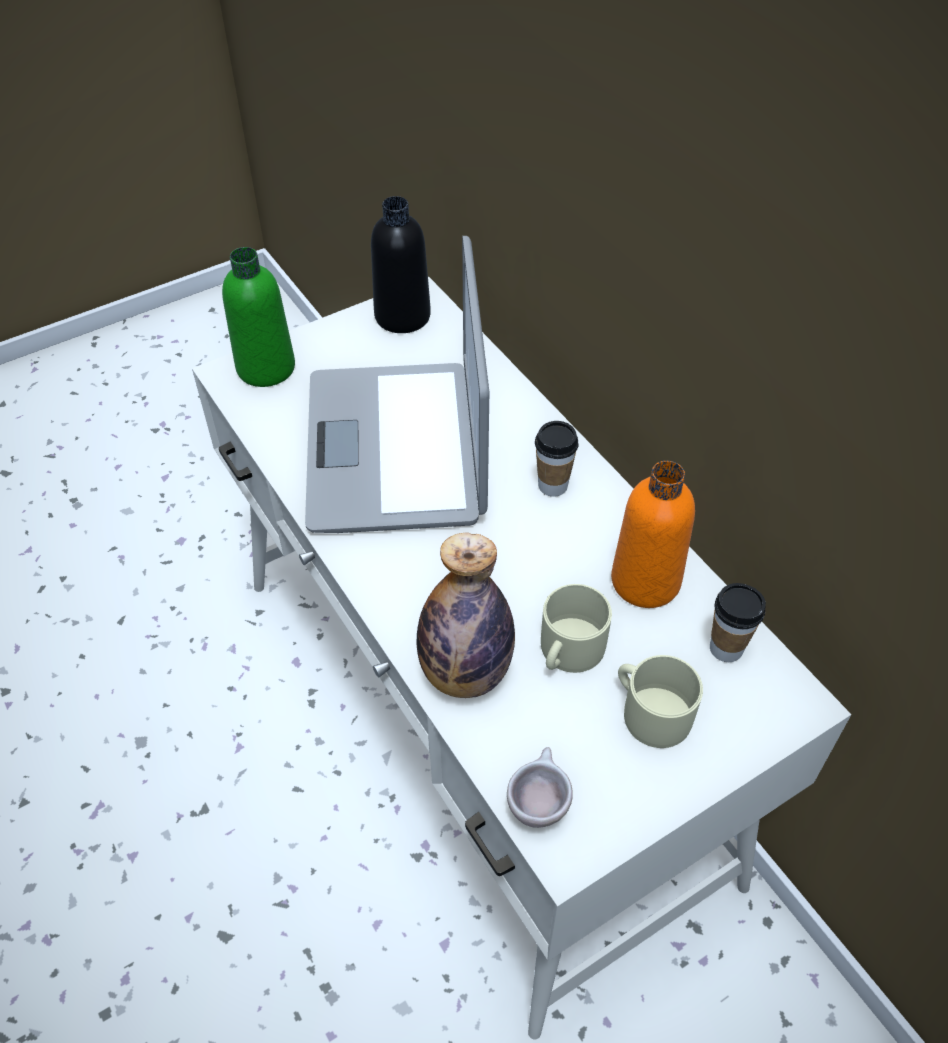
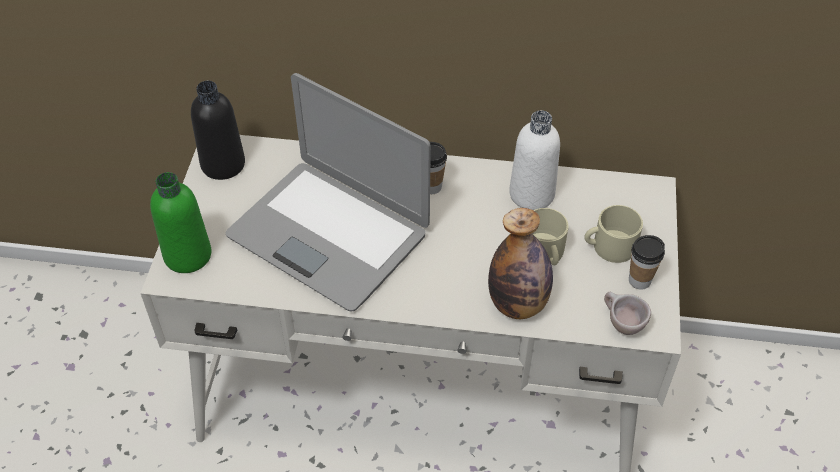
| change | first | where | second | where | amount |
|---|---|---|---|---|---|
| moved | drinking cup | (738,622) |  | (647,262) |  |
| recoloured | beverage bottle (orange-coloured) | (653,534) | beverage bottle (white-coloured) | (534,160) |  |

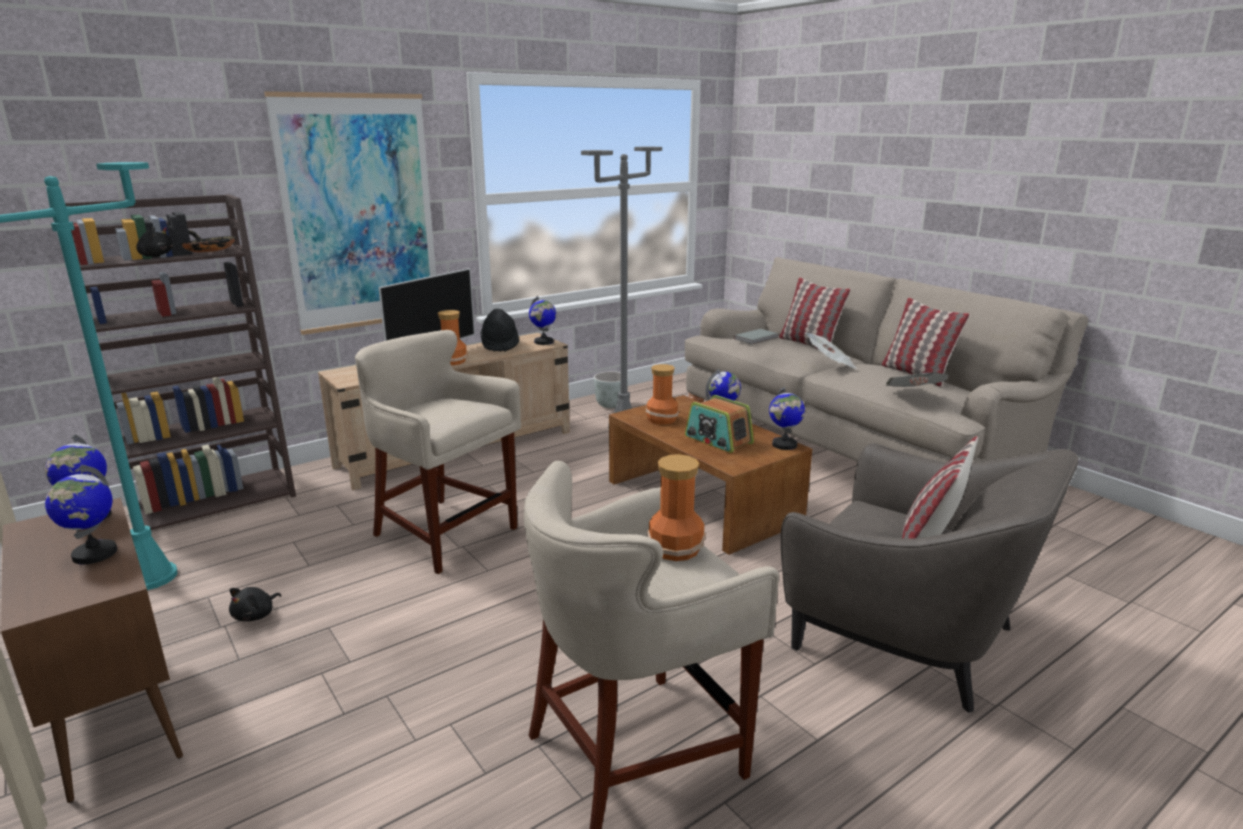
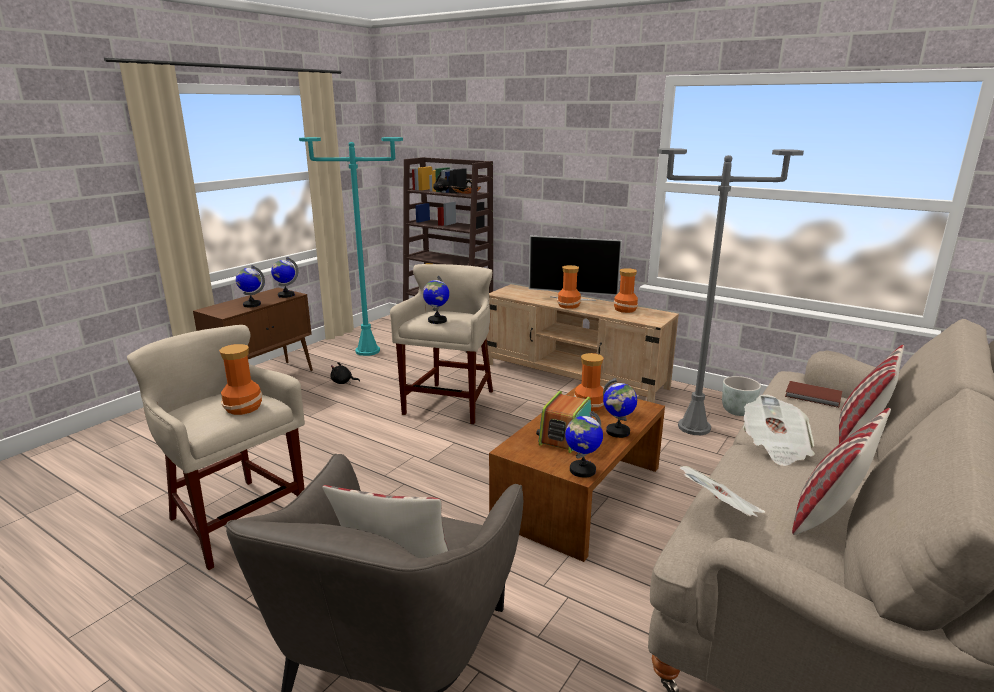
| change | first | where | second | where | amount |
|---|---|---|---|---|---|
| removed | wall art | (350,213) |  |  |  |
| moved | desk globe | (542,320) |  | (436,300) |  |
| replaced | clothing hat (black) | (499,330) | vase | (626,290) |  |
| recoloured | volume (greyish) | (756,337) | volume (brownish) | (813,394) |  |

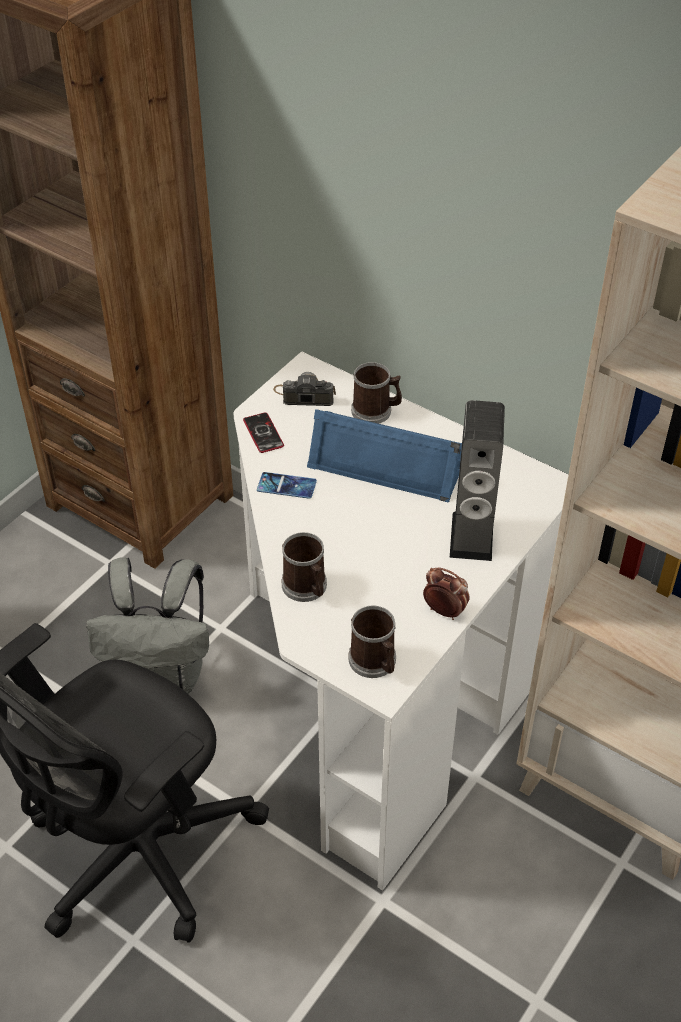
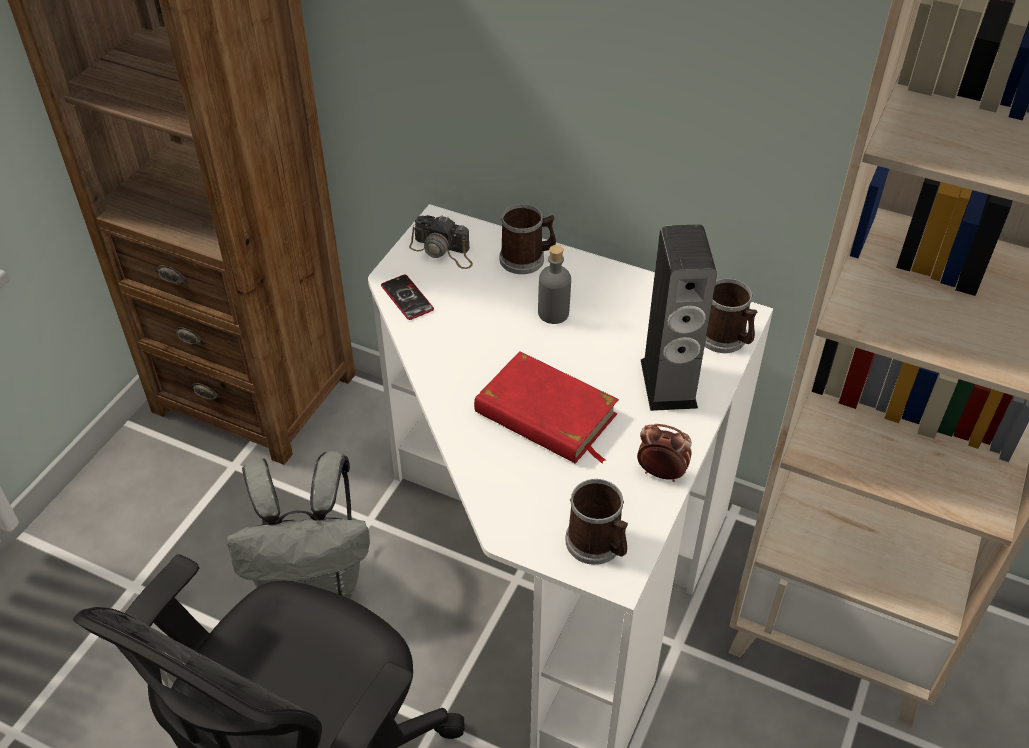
| change | first | where | second | where | amount |
|---|---|---|---|---|---|
| removed | phone | (287,485) |  |  |  |
| added |  |  | volume (reddish) | (546,407) |  |
| moved | tea mug | (304,567) |  | (731,315) |  |
| replaced | audio speaker (blue) | (384,456) | beverage bottle (greyish) | (554,284) |  |
| turned | still camera | (304,389) |  | (441,242) | 150 degrees counterclockwise |

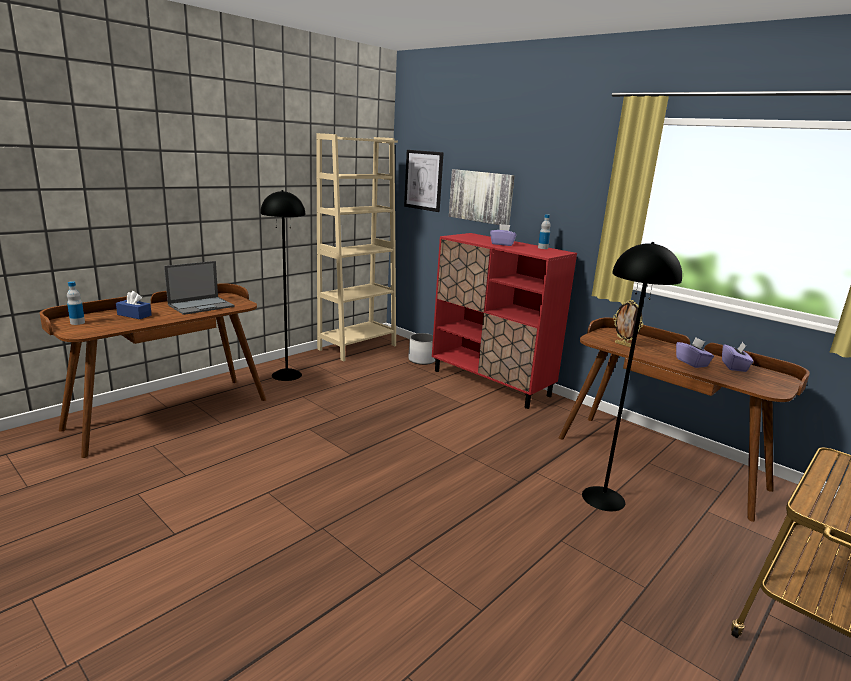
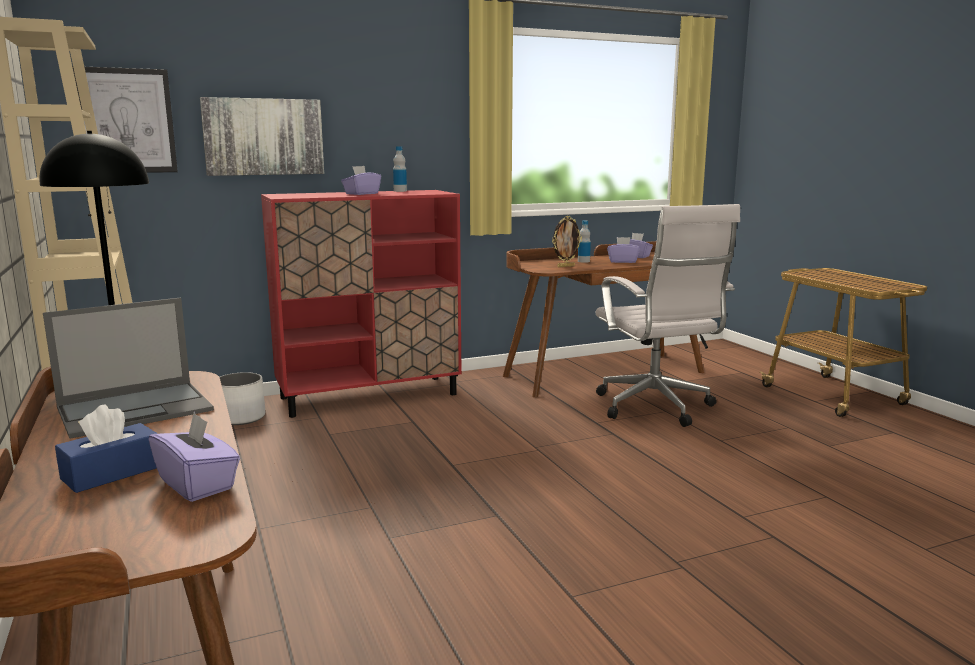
| change | first | where | second | where | amount |
|---|---|---|---|---|---|
| added |  |  | tissue holder (purple-coloured) | (194,457) |  |
| moved | beverage bottle | (76,303) |  | (584,242) |  |
| replaced | floor lamp (black) | (632,376) | computer chair (white-coloured) | (668,315) |  |
| turned | notebook computer | (199,288) |  | (128,368) | 75 degrees clockwise |

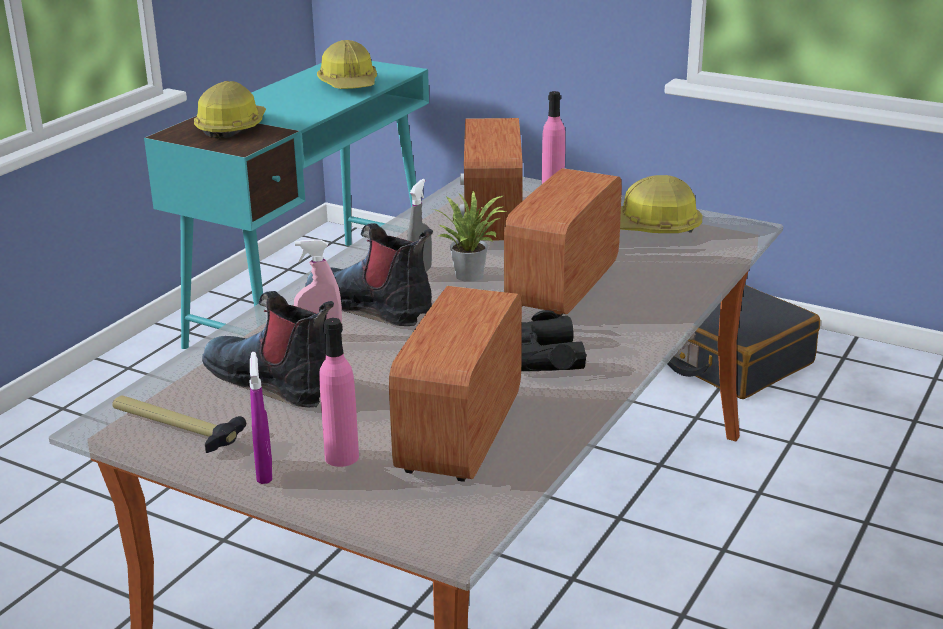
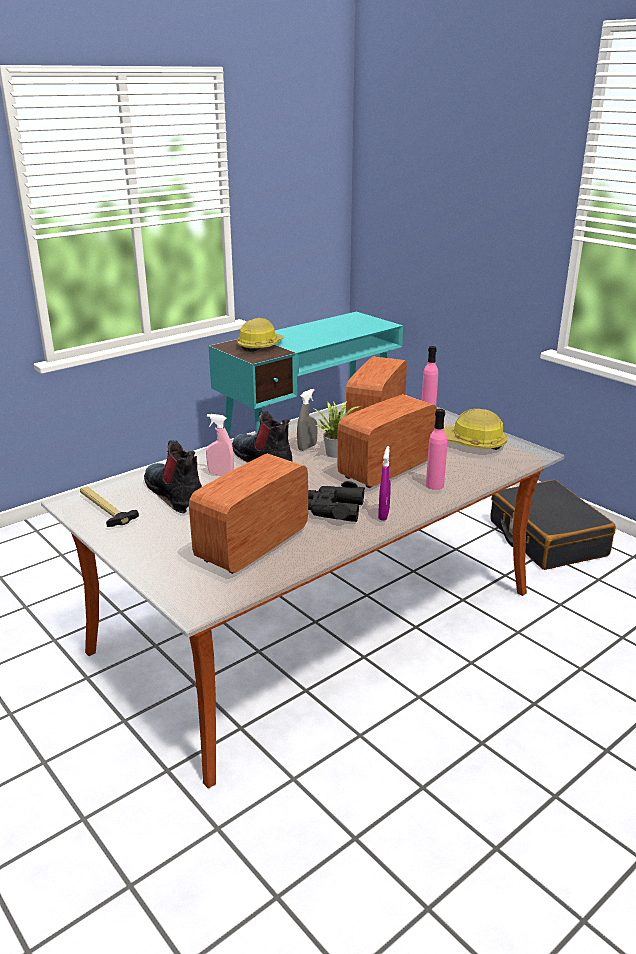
| change | first | where | second | where | amount |
|---|---|---|---|---|---|
| removed | work helmet | (347,64) |  |  |  |
| moved | sprayer (purple-coloured) | (261,418) |  | (384,483) |  |
| moved | beverage bottle (pinkish) | (339,392) |  | (436,449) |  |

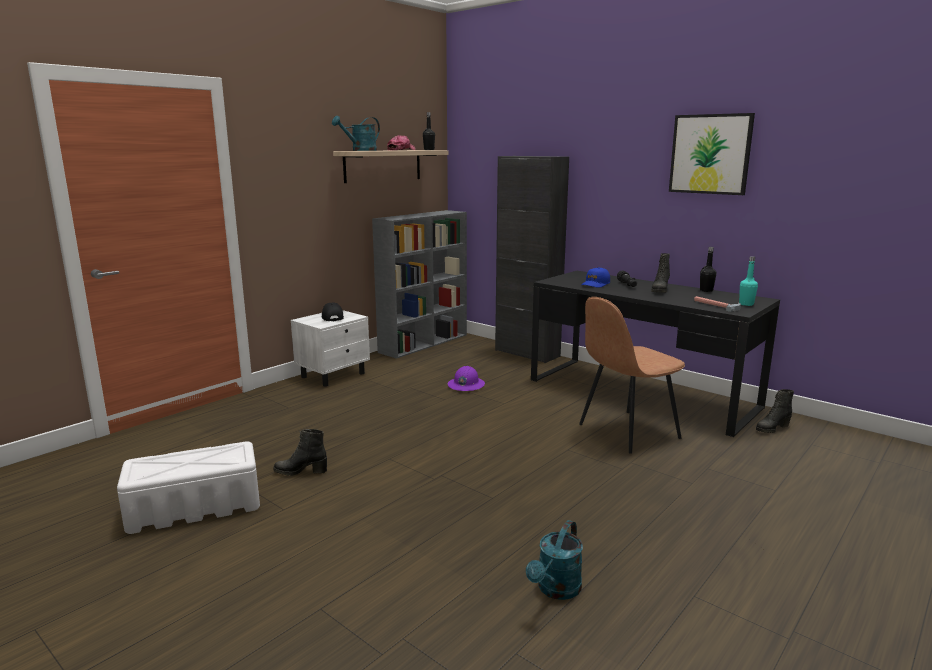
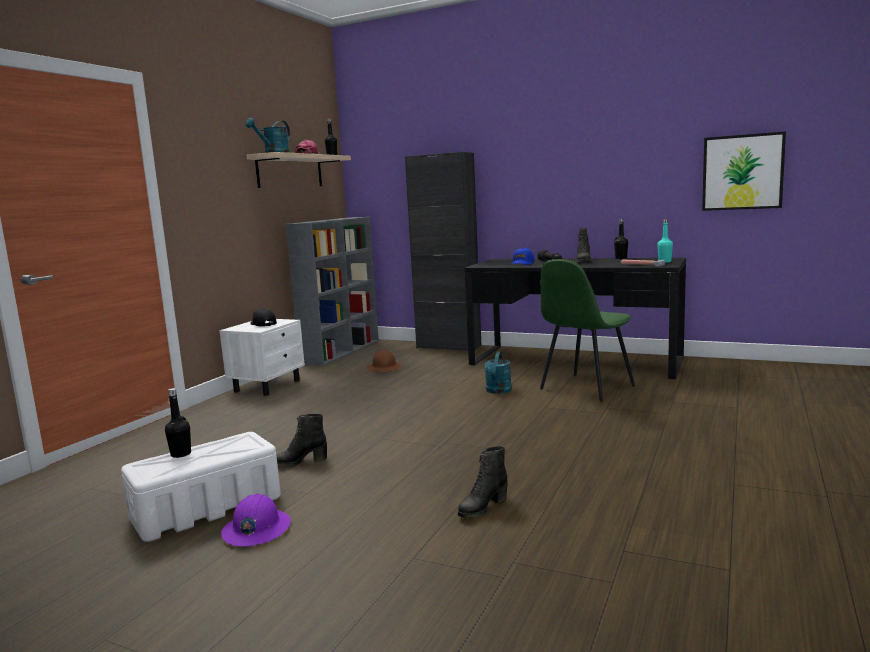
| change | first | where | second | where | amount |
|---|---|---|---|---|---|
| added |  |  | beverage bottle (black) | (178,423) |  |
| added |  |  | work helmet (brownish) | (384,361) |  |
| moved | work helmet (purple-coloured) | (466,378) |  | (256,520) |  |
| moved | sprinkling can (turquoise) | (554,560) |  | (498,372) |  |
| moved | wall art | (712,154) |  | (744,171) |  |
| moved | boot (black) | (775,411) |  | (483,482) |  |
| recoloured | chair (brownish) | (632,375) | chair (green) | (587,330) |  |

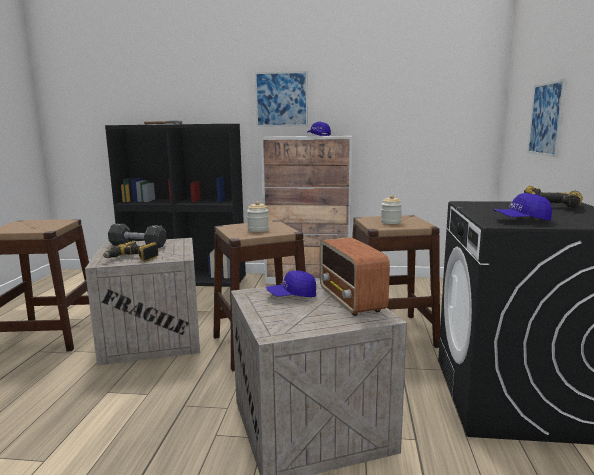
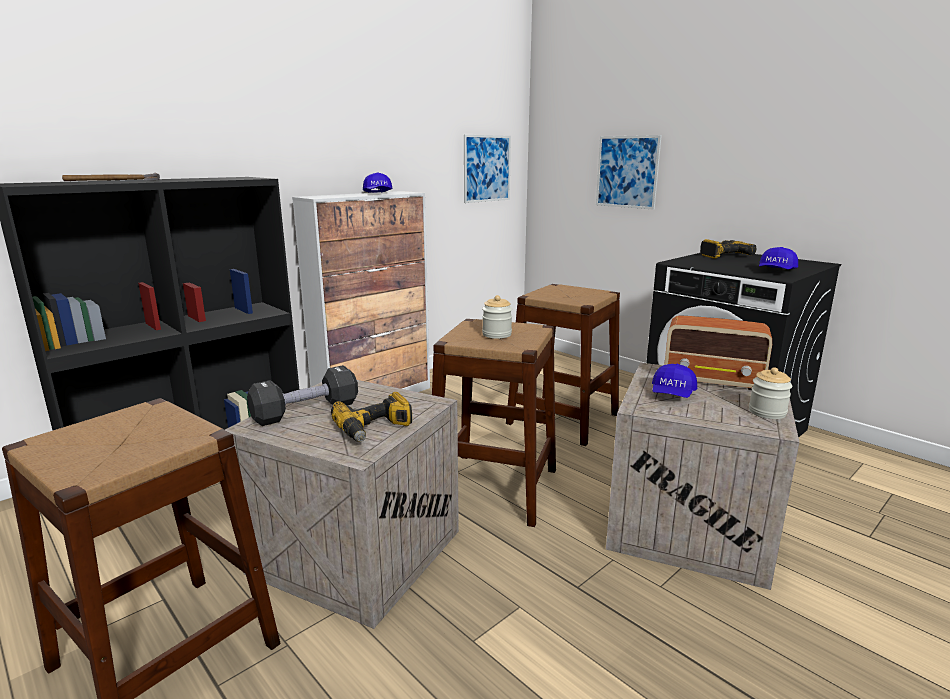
| change | first | where | second | where | amount |
|---|---|---|---|---|---|
| moved | wall art | (281,99) |  | (487,169) |  |
| moved | preserve jar | (391,209) |  | (770,393) |  |

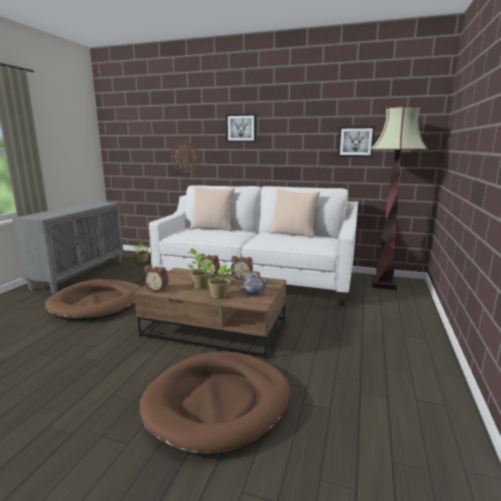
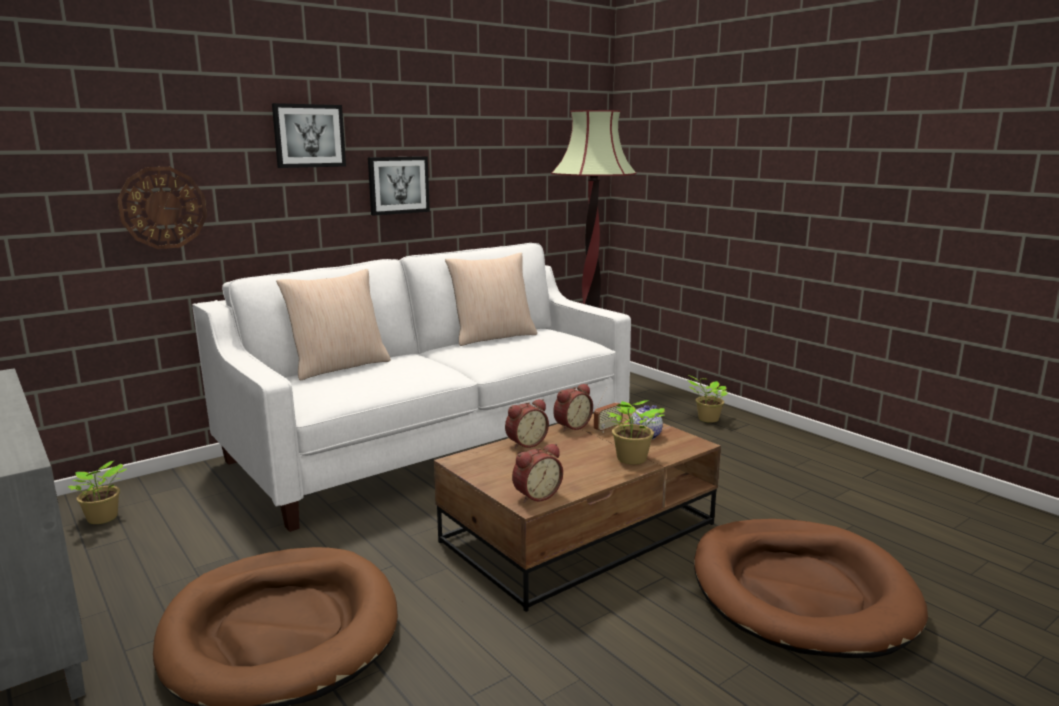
| change | first | where | second | where | amount |
|---|---|---|---|---|---|
| moved | houseplant | (200,268) |  | (708,399) |  |
| moved | wall art | (356,141) |  | (399,185) |  |

